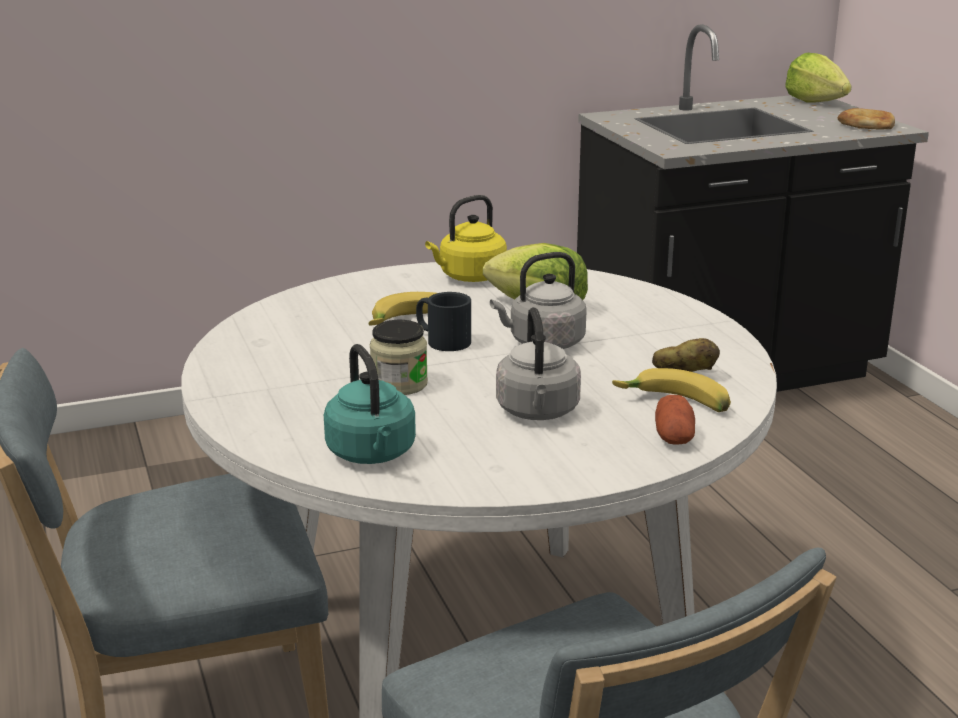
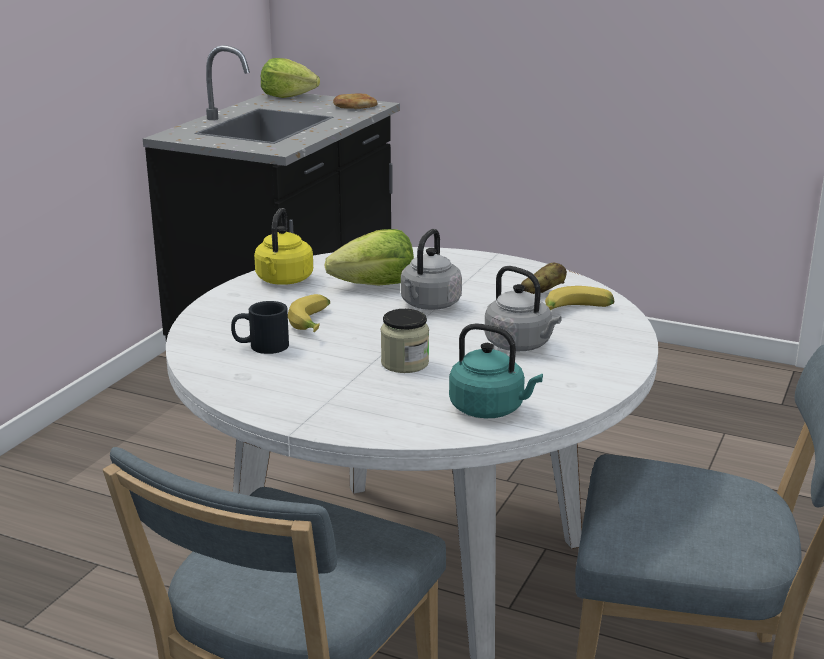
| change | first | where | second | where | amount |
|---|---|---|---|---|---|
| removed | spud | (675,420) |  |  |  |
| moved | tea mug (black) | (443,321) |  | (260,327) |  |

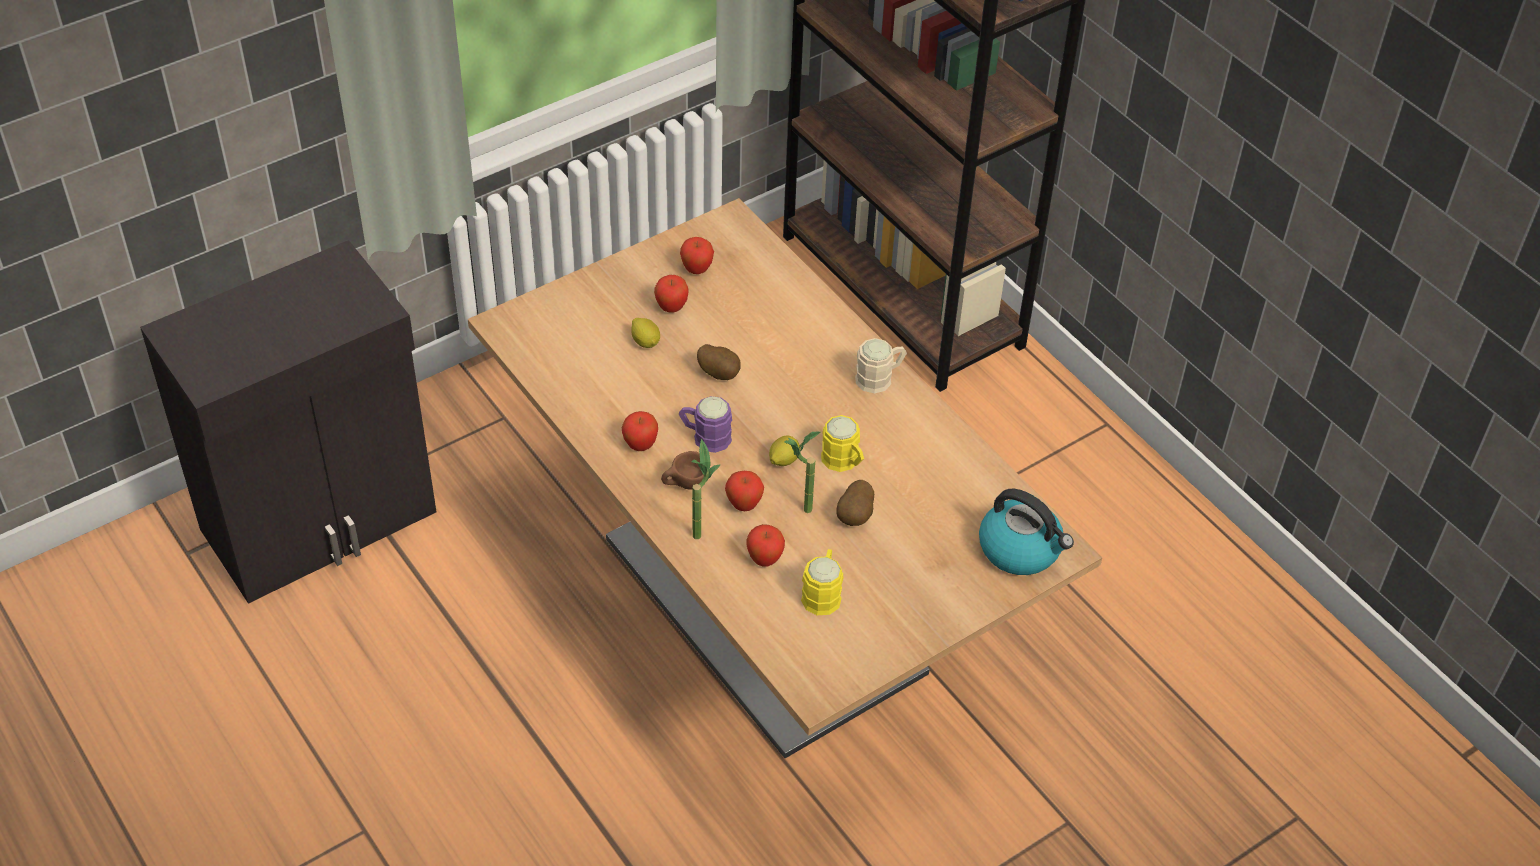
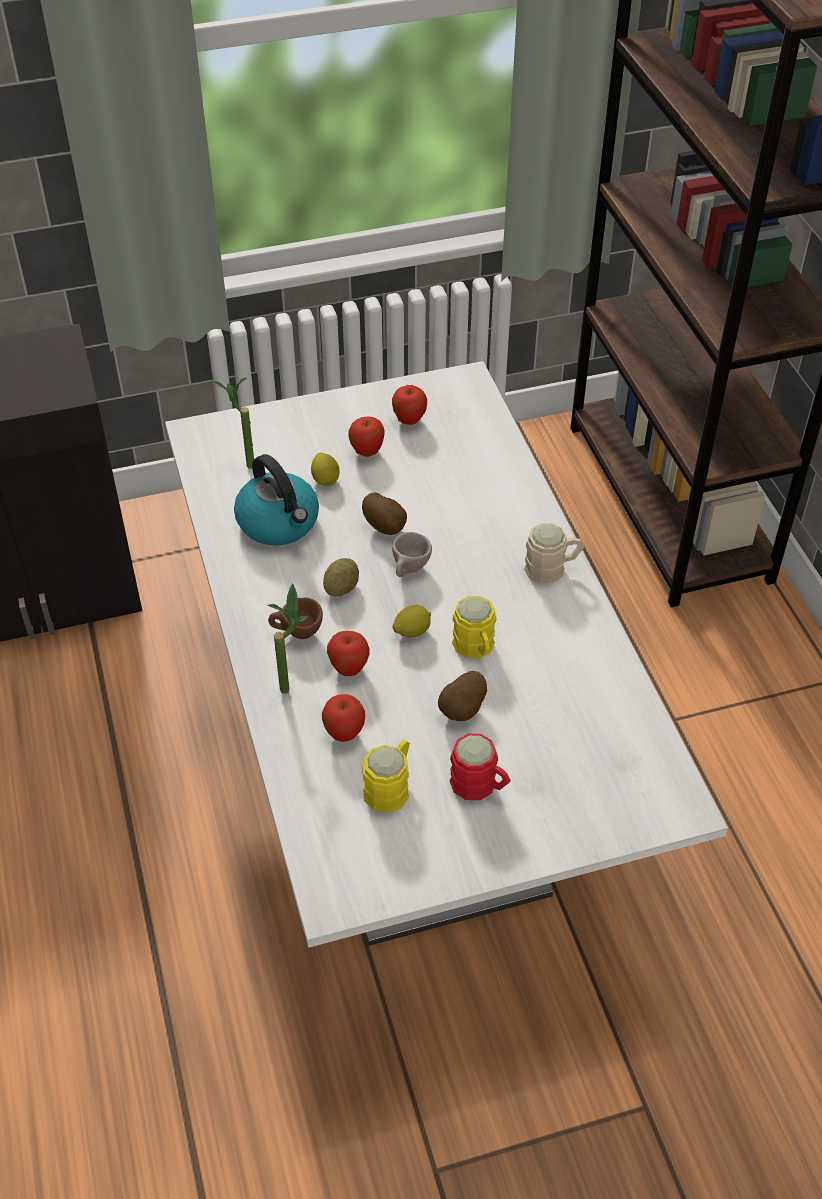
| change | first | where | second | where | amount |
|---|---|---|---|---|---|
| removed | apple fruit | (640,431) |  |  |  |
| added |  |  | drinking cup (sand-coloured) | (412,554) |  |
| added |  |  | tea mug (reddish) | (480,767) |  |
| moved | houseplant | (802,472) |  | (232,423) |  |
| moved | water kettle | (1026,532) |  | (276,500) |  |
| replaced | tea mug (purple-coloured) | (705,424) | spud | (341,577) |  |
| recoloured | dinner table (brownish) | (785,478) | dinner table (white-coloured) | (446,654) |  |

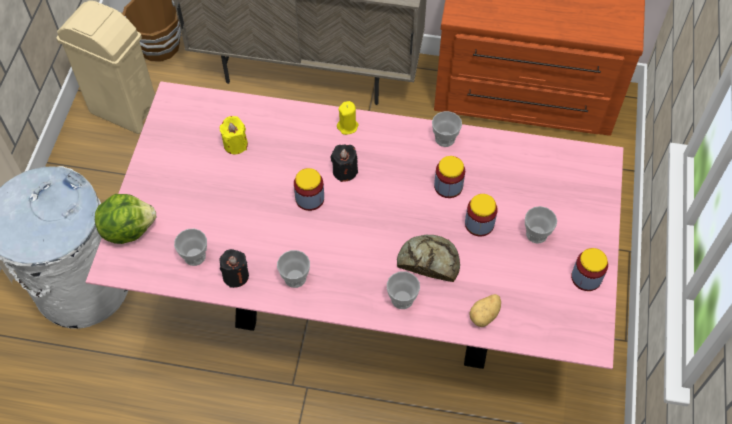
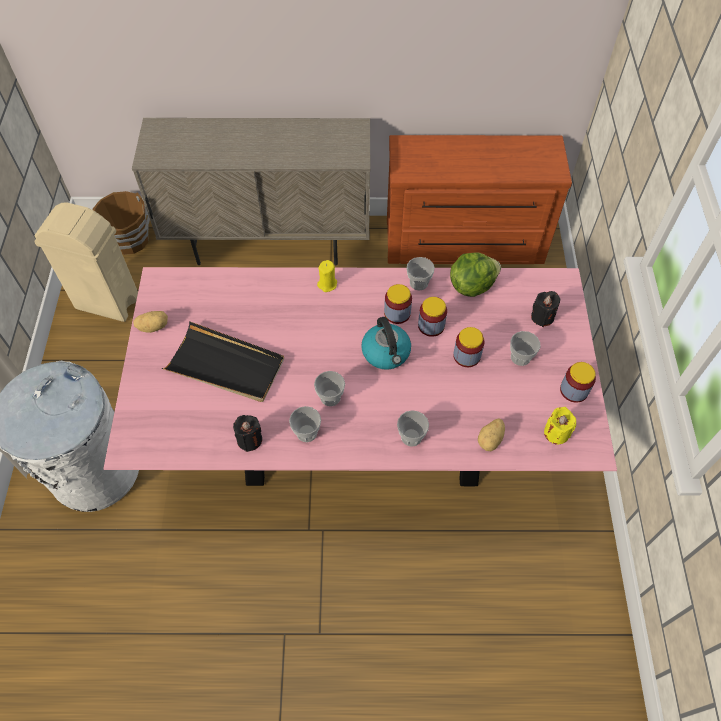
| change | first | where | second | where | amount |
|---|---|---|---|---|---|
| removed | bread | (428,258) |  |  |  |
| added |  |  | spud | (150,322) |  |
| added |  |  | serving tray (black) | (223,361) |  |
| added |  |  | water kettle | (386,343) |  |
| moved | head of lettuce | (125,219) |  | (475,274) |  |
| moved | drinking cup | (190,247) |  | (329,388) |  |
| moved | wax candle (yellowish) | (233,135) |  | (560,426) |  |
| moved | preserve jar | (309,189) |  | (398,304) |  |
| moved | wax candle (black) | (344,163) |  | (545,309) |  |

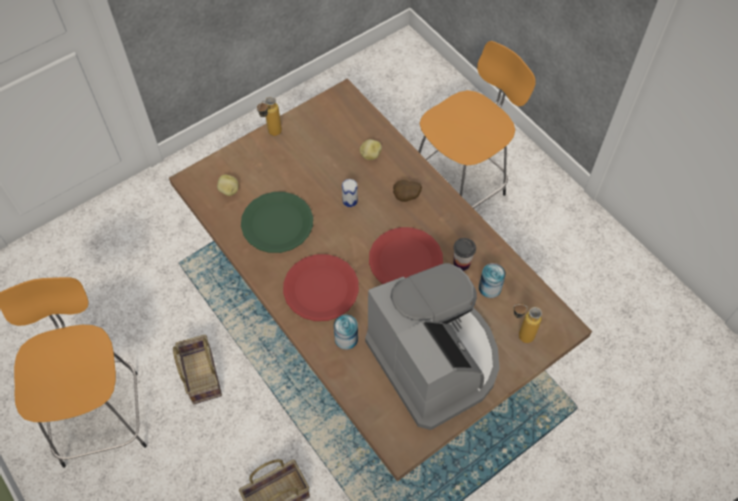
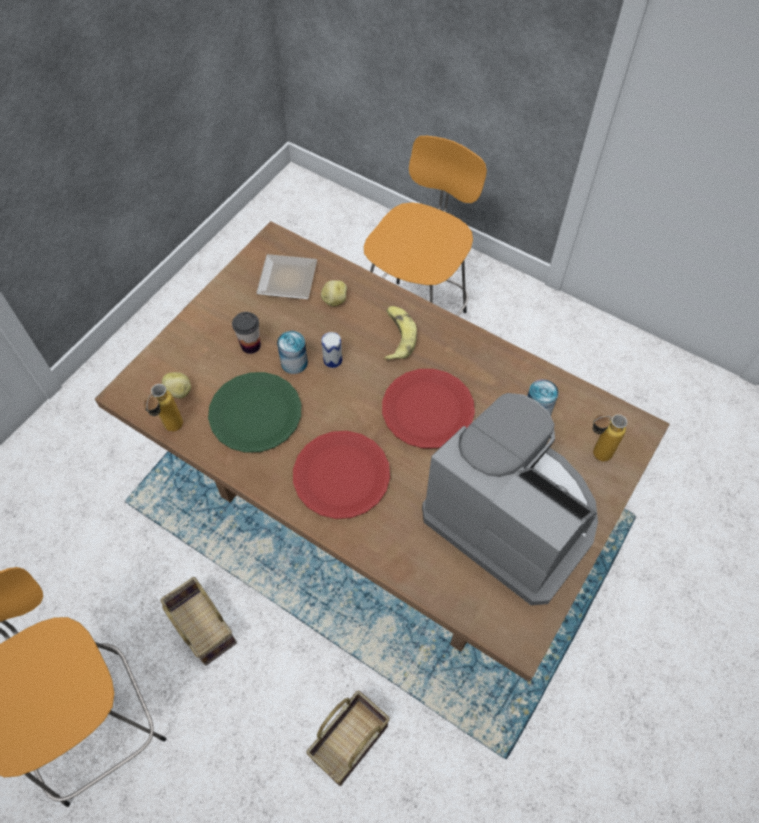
| change | first | where | second | where | amount |
|---|---|---|---|---|---|
| added |  |  | plate | (286,276) |  |
| moved | beverage bottle | (269,116) |  | (163,408) |  |
| moved | can | (346,332) |  | (292,352) |  |
| moved | drinking cup | (464,254) |  | (246,333) |  |
| replaced | spud | (407,191) | banana fruit | (400,333) |  |

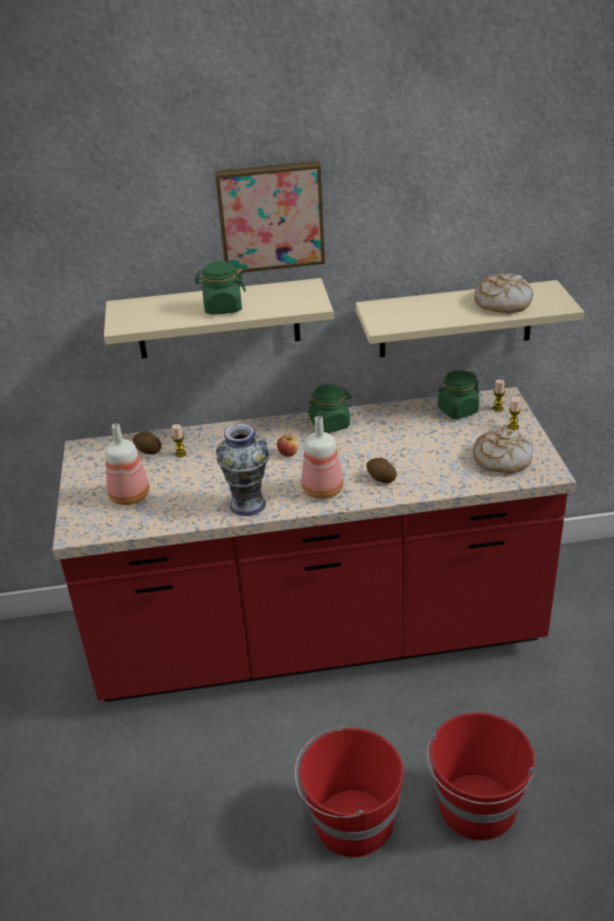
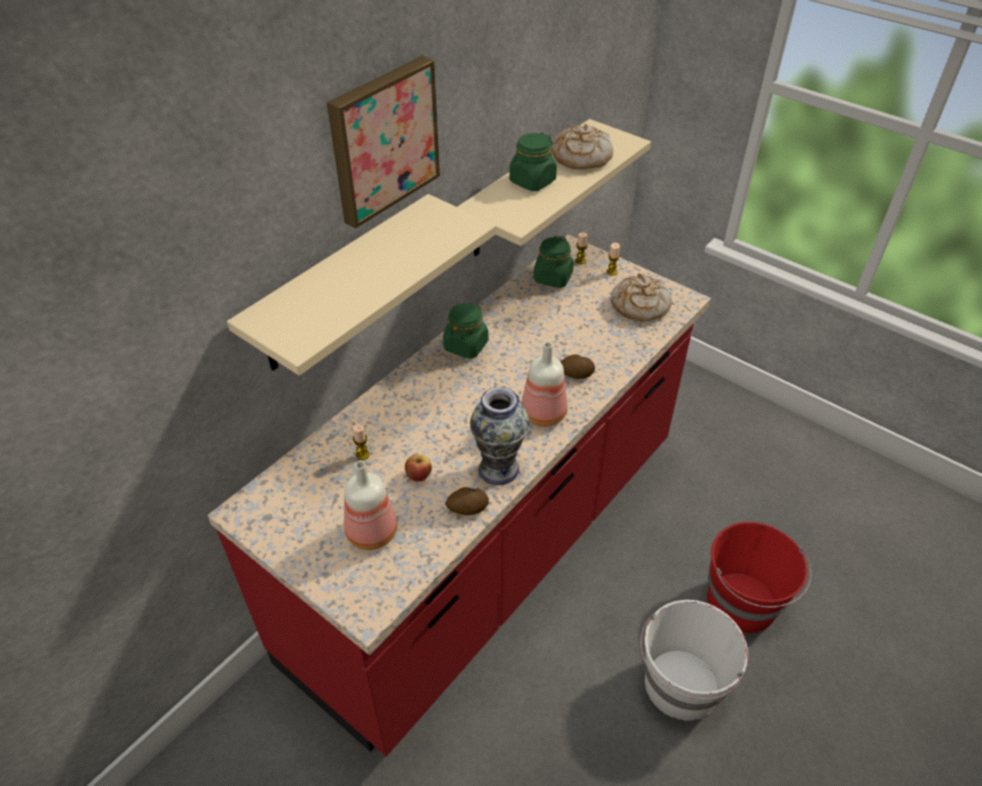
| change | first | where | second | where | amount |
|---|---|---|---|---|---|
| moved | spud | (147,443) |  | (467,501) |  |
| moved | preserve jar (green) | (220,287) |  | (533,162) |  |
| moved | apple fruit | (288,445) |  | (418,468) |  |
| recoloured | water bucket (reddish) | (349,791) | water bucket (white-coloured) | (694,660) |  |

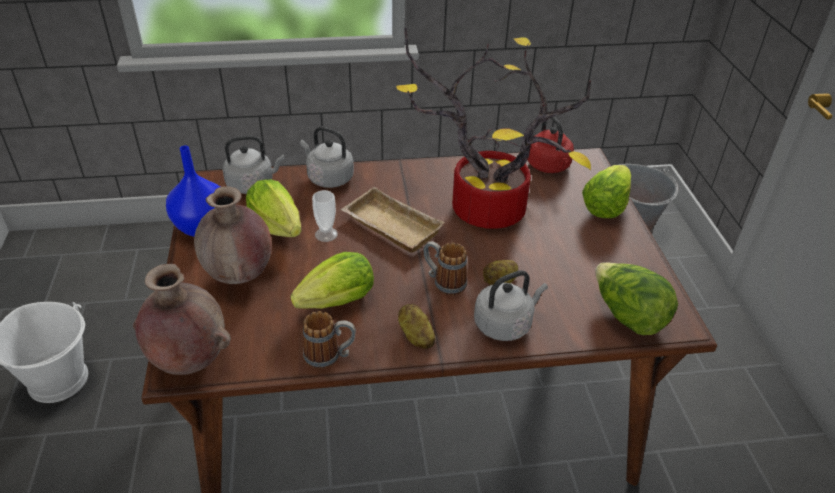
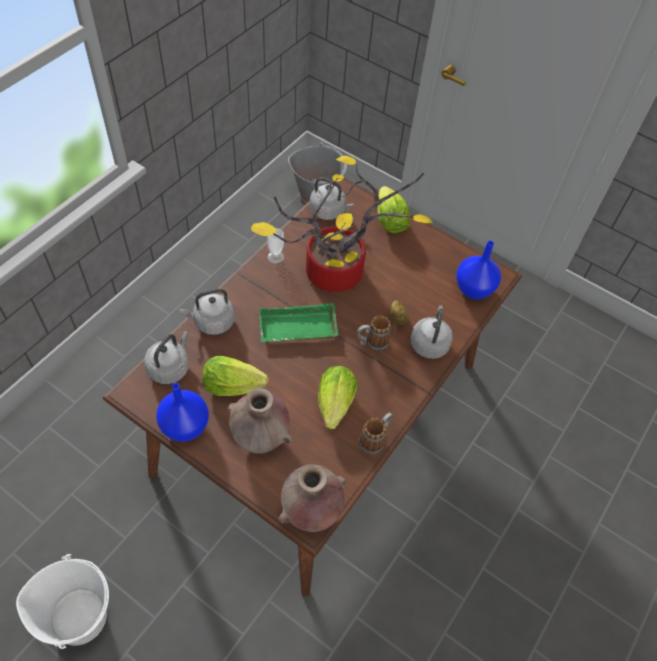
| change | first | where | second | where | amount |
|---|---|---|---|---|---|
| removed | spud | (417,326) |  |  |  |
| moved | drinking cup | (325,216) |  | (275,246) |  |
| replaced | head of lettuce | (636,298) | vase (blue) | (478,270) |  |
| recoloured | serving tray (sand-coloured) | (393,220) | serving tray (green) | (298,322) |  |
| recoloured | water kettle (reddish) | (551,145) | water kettle (greyish) | (332,198) |  |

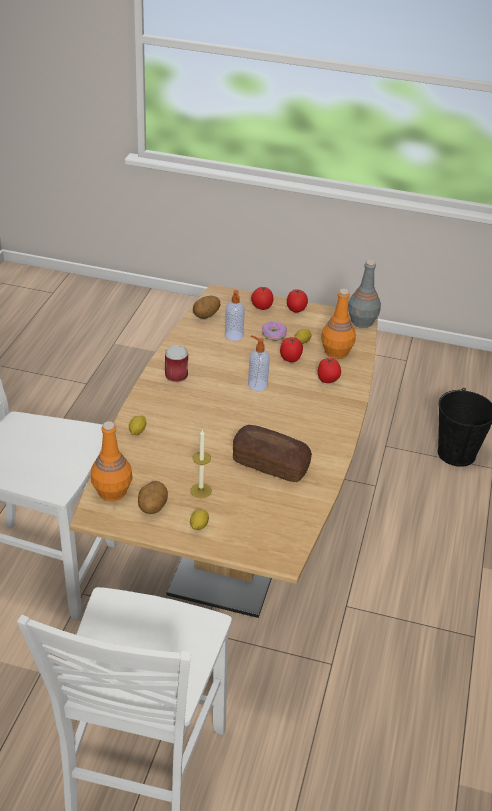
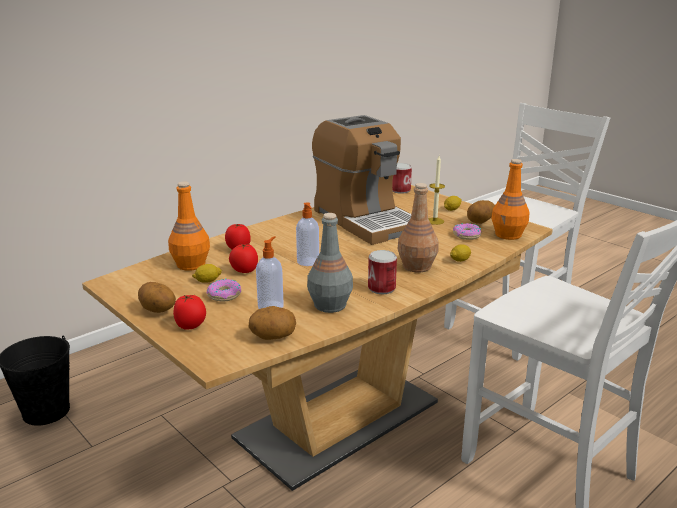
| change | first | where | second | where | amount |
|---|---|---|---|---|---|
| added |  |  | can | (402,178) |  |
| added |  |  | beverage bottle (brownish) | (418,227) |  |
| added |  |  | doughnut | (467,231) |  |
| moved | beverage bottle (greyish) | (364,294) |  | (330,263) |  |
| replaced | bread | (272,453) | coffee brewer | (362,180) |  |
| replaced | whole tomato | (297,301) | spud | (157,297) |  |

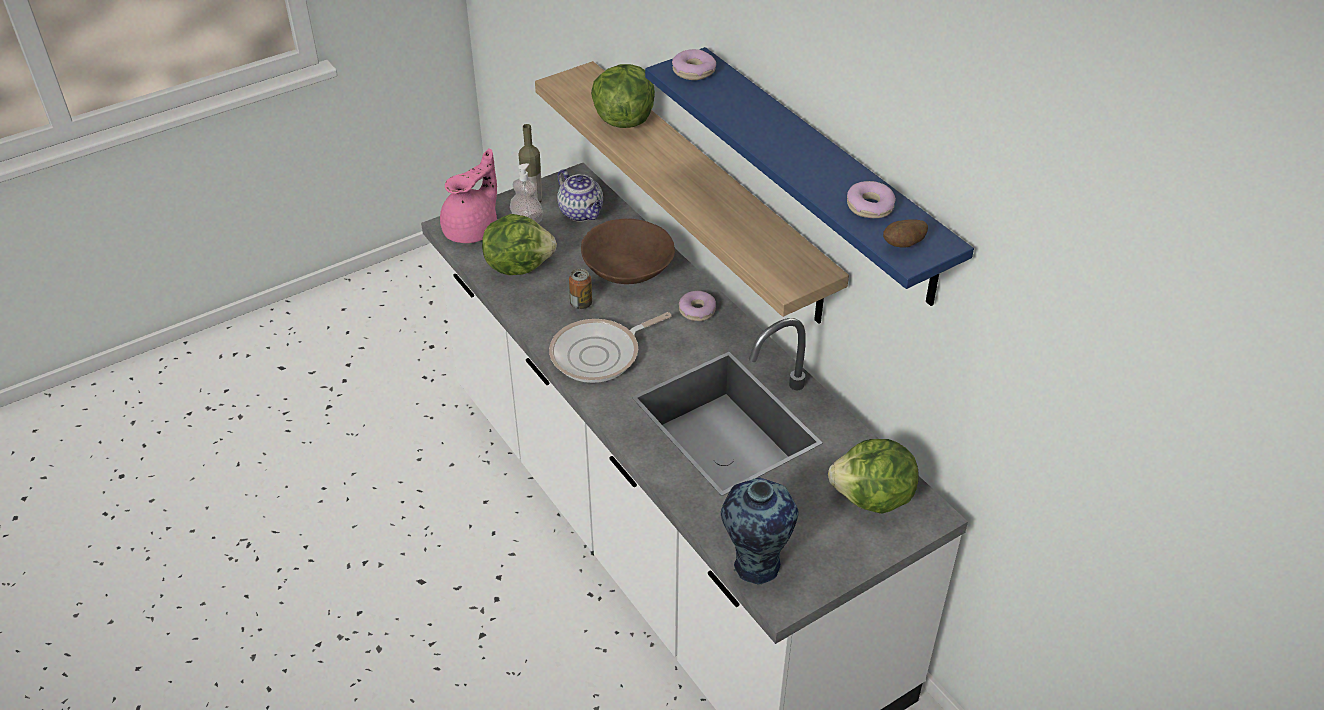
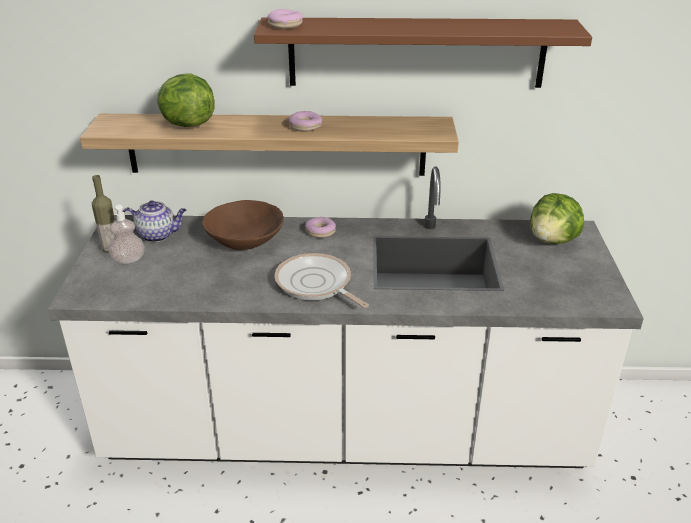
| change | first | where | second | where | amount |
|---|---|---|---|---|---|
| removed | tea pot (pinkish) | (468,195) |  |  |  |
| removed | head of lettuce | (519,244) |  |  |  |
| removed | can | (580,289) |  |  |  |
| removed | vase | (759,531) |  |  |  |
| removed | spud | (905,233) |  |  |  |
| moved | doughnut | (871,199) |  | (305,121) |  |
| recoloured | wall shelf (blue) | (809,176) | wall shelf (brownish) | (423,52) |  |
| turned | pan | (610,347) |  | (322,280) | 135 degrees clockwise |

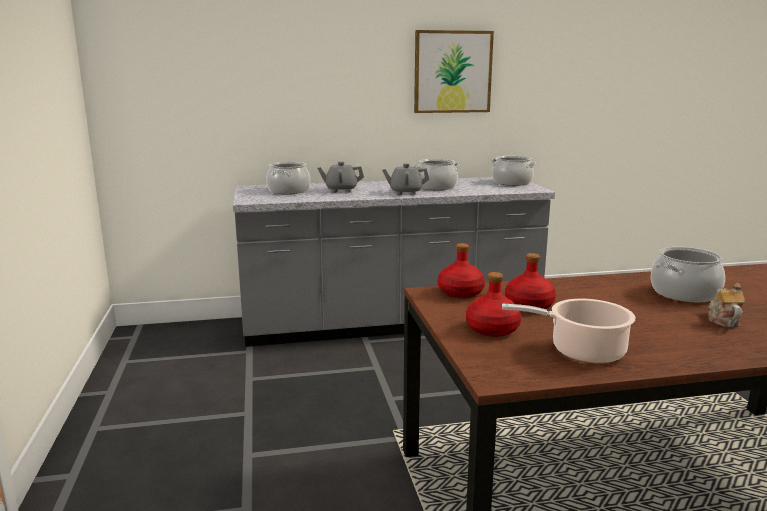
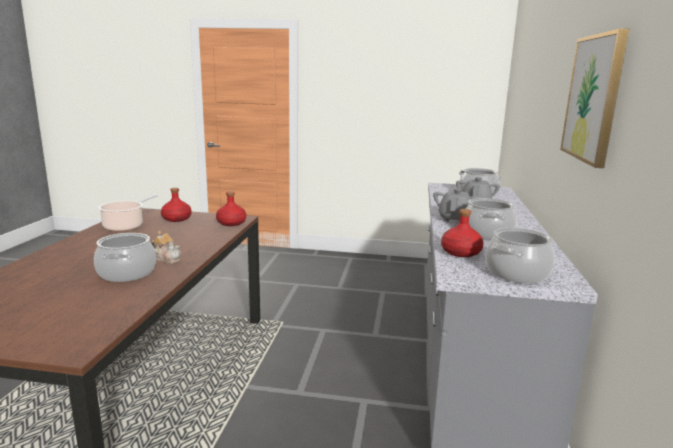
| change | first | where | second | where | amount |
|---|---|---|---|---|---|
| moved | beverage bottle (reddish) | (530,281) |  | (462,233) |  |
| moved | tea pot | (726,305) |  | (166,247) |  |

